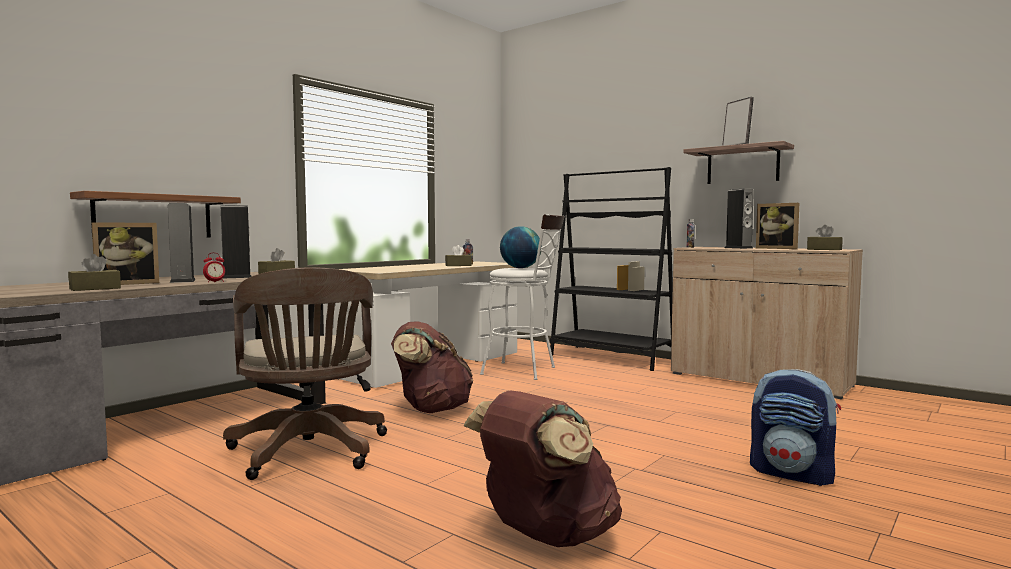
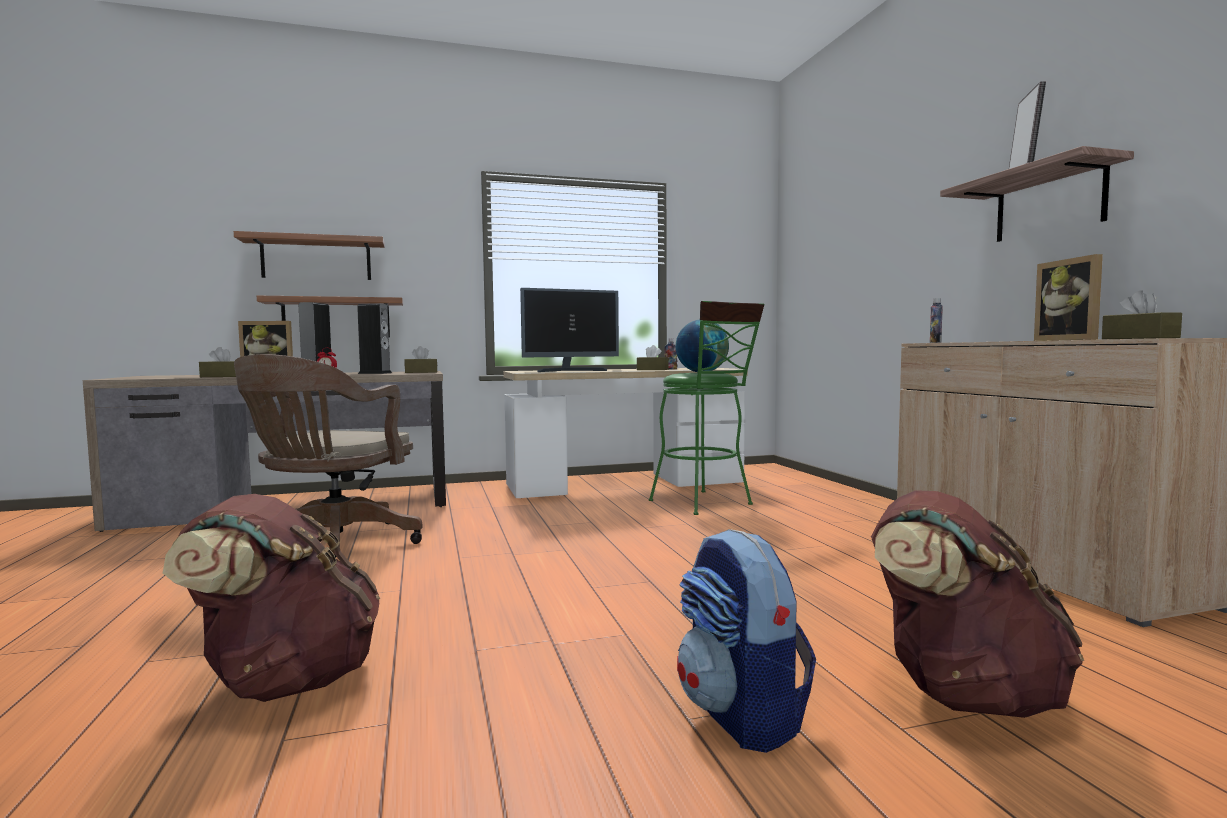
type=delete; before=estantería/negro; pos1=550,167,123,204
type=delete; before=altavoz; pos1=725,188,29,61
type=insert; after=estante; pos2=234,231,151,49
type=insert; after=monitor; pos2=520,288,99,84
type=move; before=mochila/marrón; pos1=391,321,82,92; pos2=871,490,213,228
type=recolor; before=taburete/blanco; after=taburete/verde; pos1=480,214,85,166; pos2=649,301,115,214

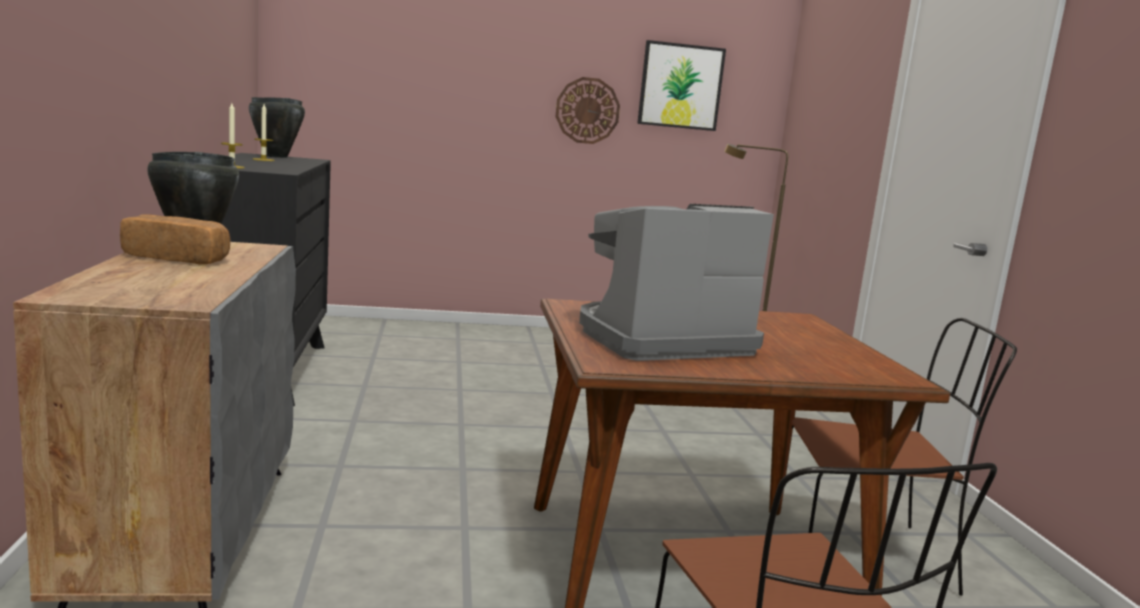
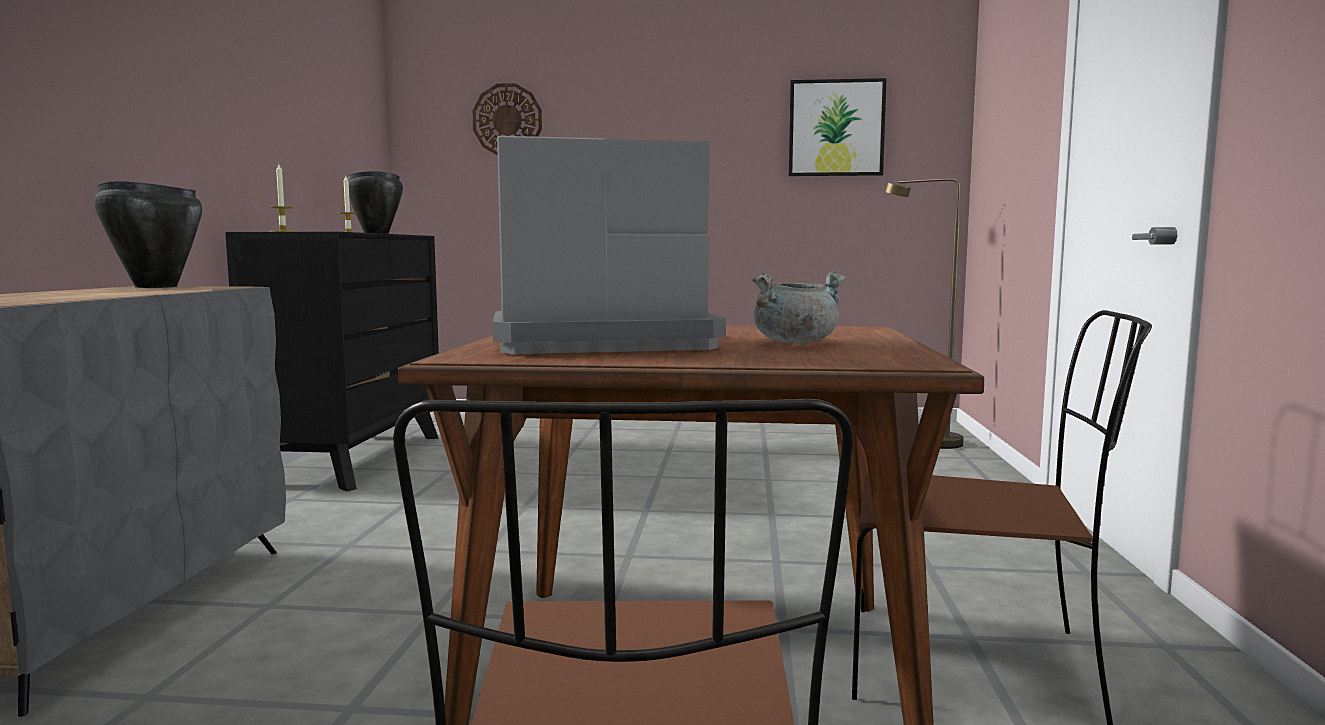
type=delete; before=pan; pos1=120,214,110,50
type=insert; after=olla/gris; pos2=753,272,92,72
type=move; before=reloj de pared; pos1=556,77,64,67; pos2=472,83,70,73

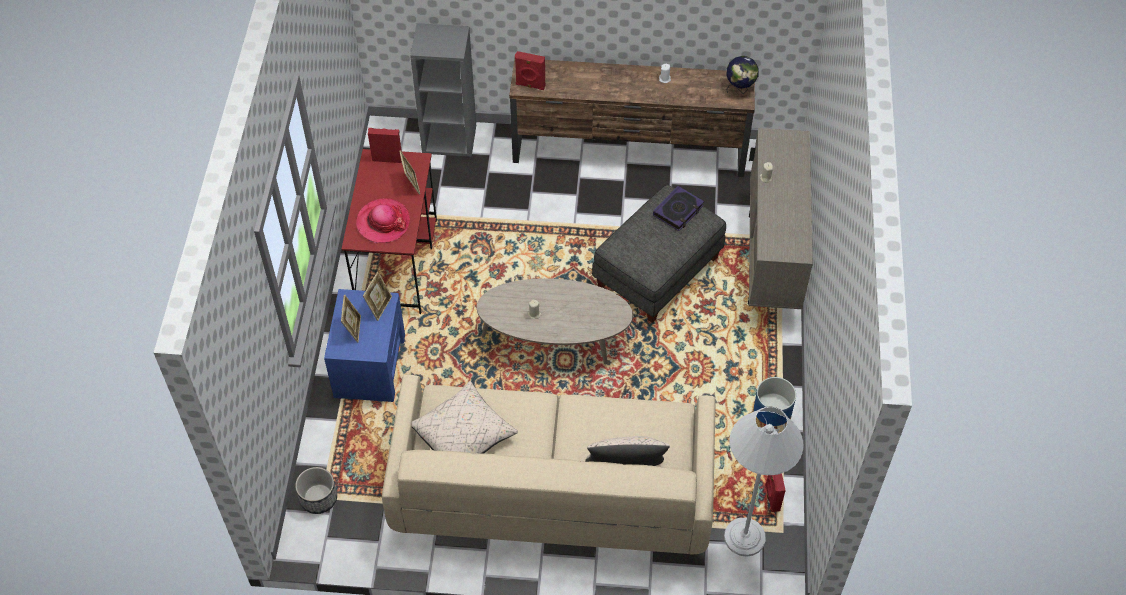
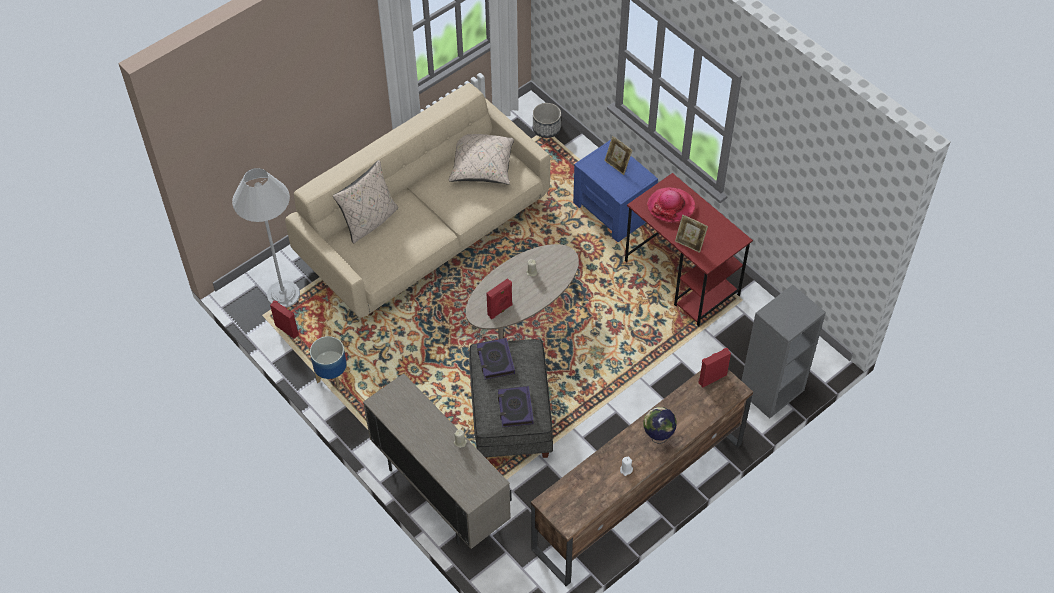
type=delete; before=portarretratos; pos1=363,272,29,49
type=insert; after=libro; pos2=477,338,38,42
type=move; before=altavoz/rojo; pos1=368,128,34,35; pos2=487,278,26,41
type=move; before=globo terráqueo; pos1=726,56,33,38; pos2=644,407,32,37

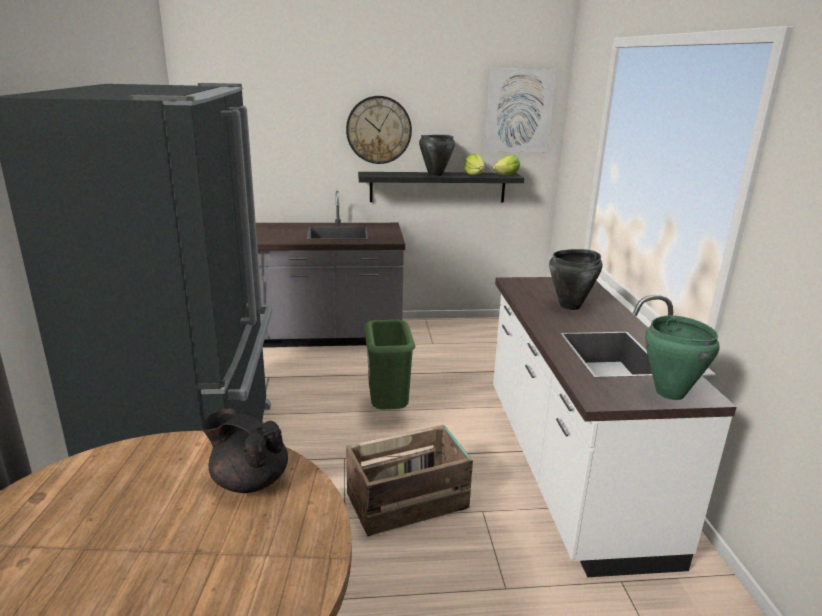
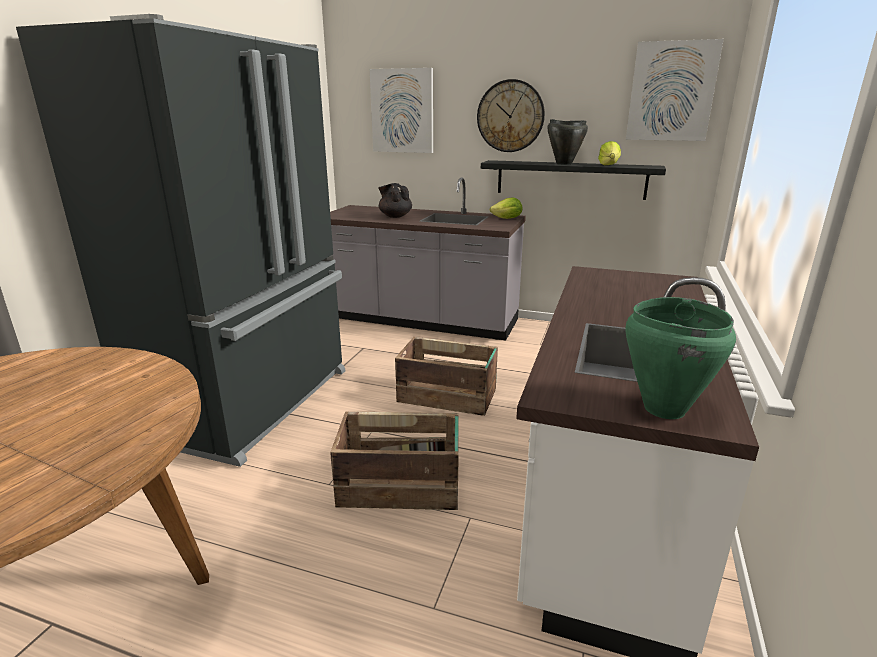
type=delete; before=olla/negro; pos1=549,249,53,61
type=insert; after=cuadro; pos2=370,68,63,85
type=move; before=tetera/negro; pos1=201,408,87,85; pos2=378,183,34,35
type=move; before=lechuga; pos1=493,155,27,21; pos2=490,197,32,22
type=replace; before=papelera/verde; after=caja de embalaje; pos1=364,320,51,89; pos2=395,337,103,79

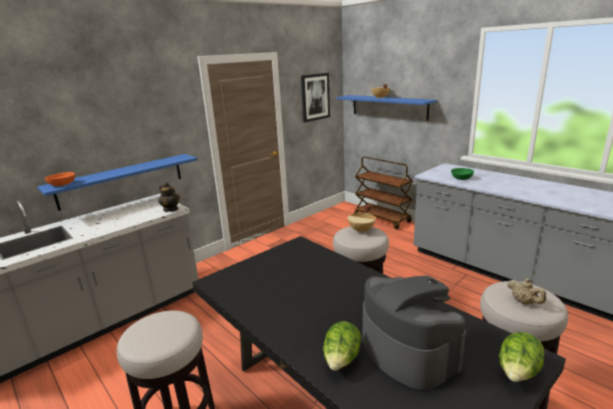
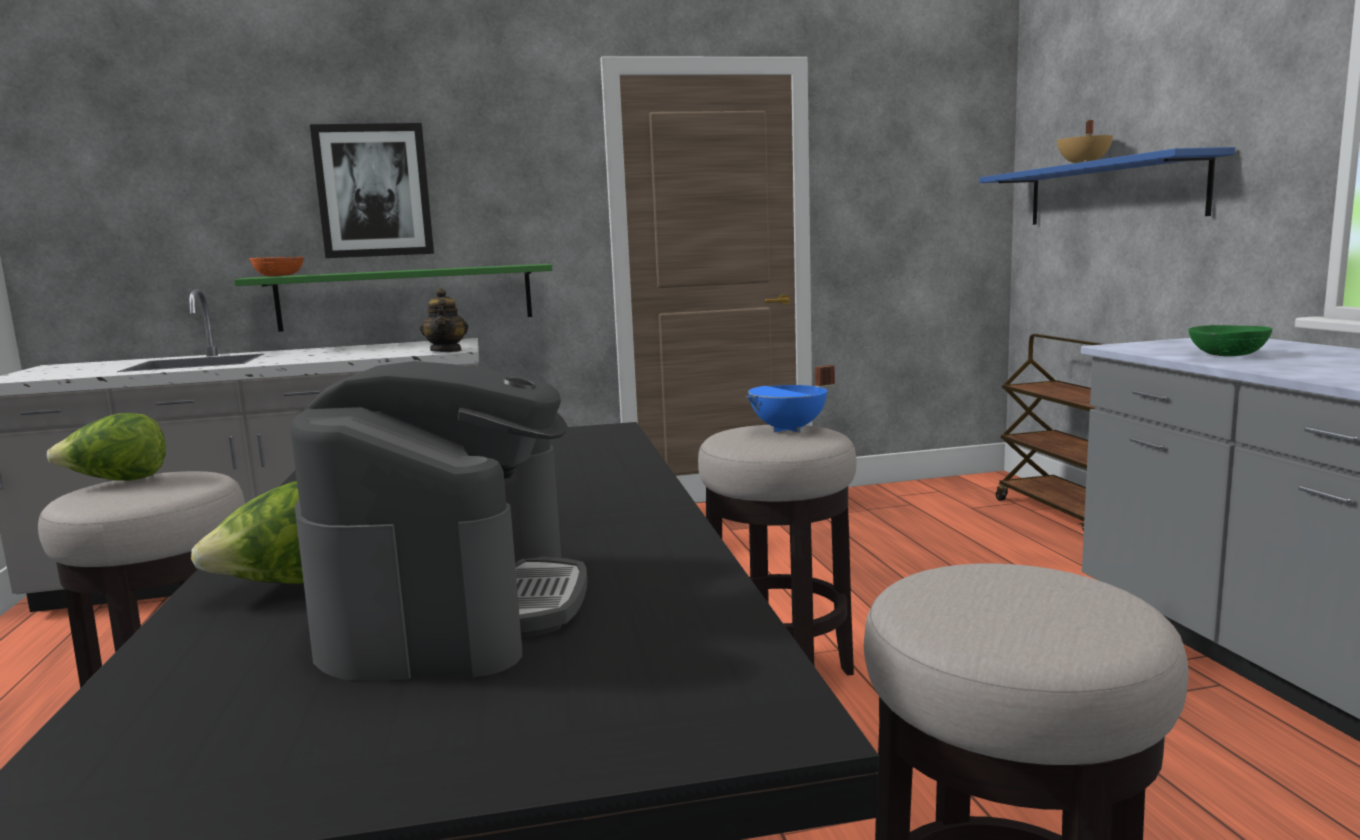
type=delete; before=tetera/beis; pos1=507,278,39,26
type=move; before=cuadro; pos1=301,73,29,49; pos2=310,123,124,135
type=move; before=lechuga; pos1=499,332,45,50; pos2=47,413,119,68
type=recolor; before=estante/azul; after=estante/verde; pos1=37,154,161,57; pos2=234,264,318,68
type=recolor; before=olla/beis; after=olla/azul; pos1=348,204,28,29; pos2=746,365,89,68

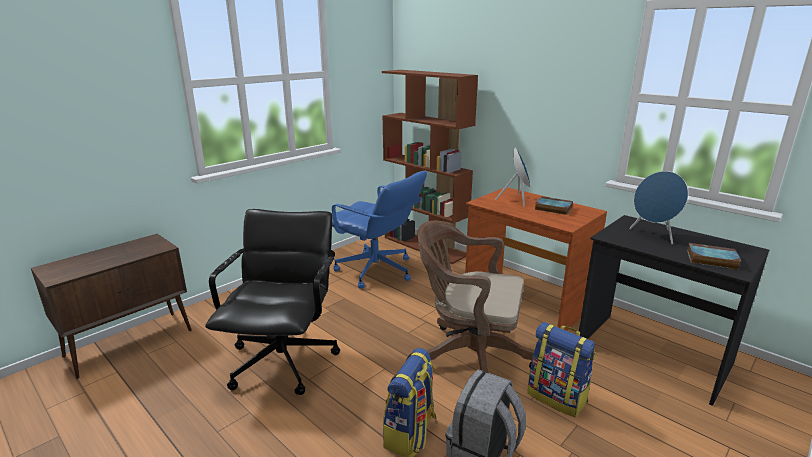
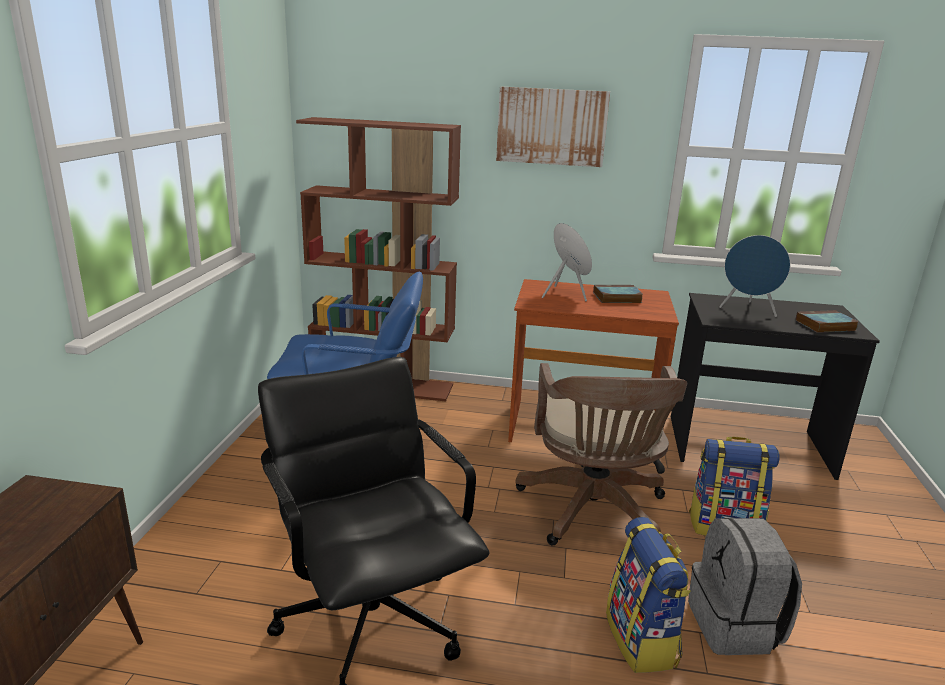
type=insert; after=cuadro; pos2=496,87,114,80
type=rotate; before=silla de oficina/marrón; pos1=417,221,118,151; pos2=515,363,172,182; turn=-75

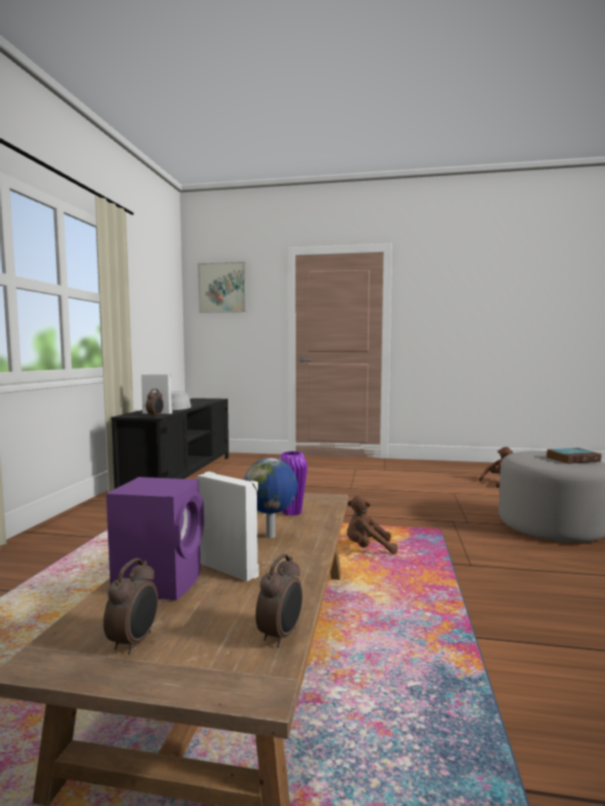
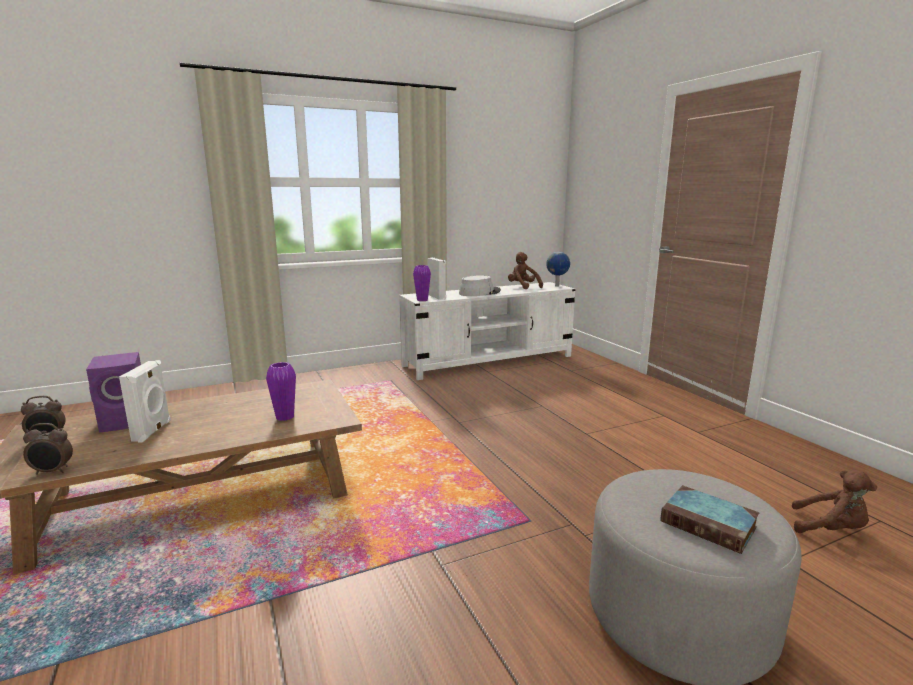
type=delete; before=cuadro; pos1=198,262,48,51
type=move; before=globo terráqueo; pos1=244,458,54,80; pos2=546,252,24,35
type=move; before=peluche/marrón; pos1=347,495,51,59; pos2=508,252,35,37
type=replace; before=despertador; after=florero/morado; pos1=146,389,17,28; pos2=413,265,18,36
type=recolor; before=mueble de televisión/negro; after=mueble de televisión/blanco; pos1=111,398,118,91; pos2=399,282,176,98

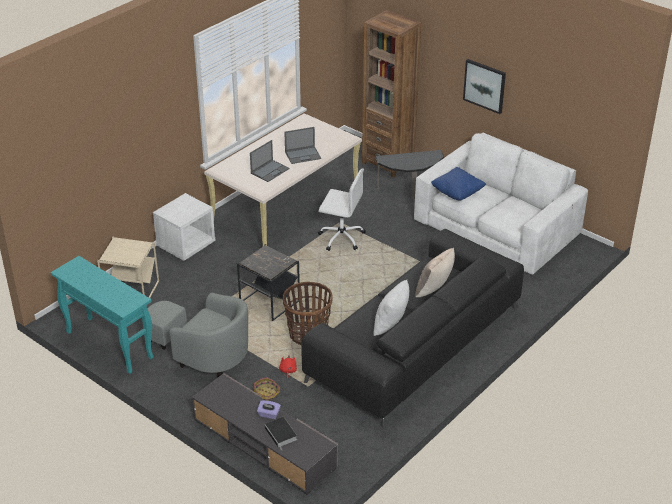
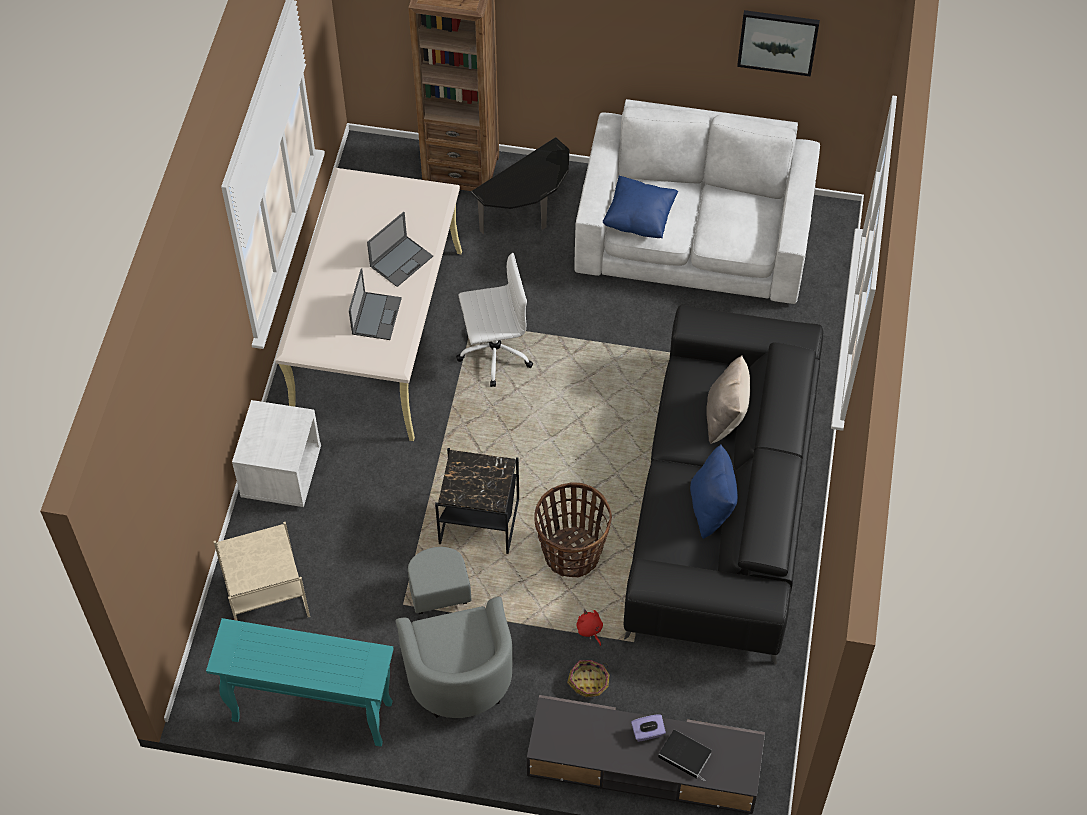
type=move; before=cuadro; pos1=463,59,43,55; pos2=737,10,83,67
type=recolor; before=cojín/blanco; after=cojín/azul; pos1=373,280,36,56; pos2=690,444,48,95
type=rotate; before=sillón/gris; pos1=147,293,101,84; pos2=395,547,117,171; turn=75

